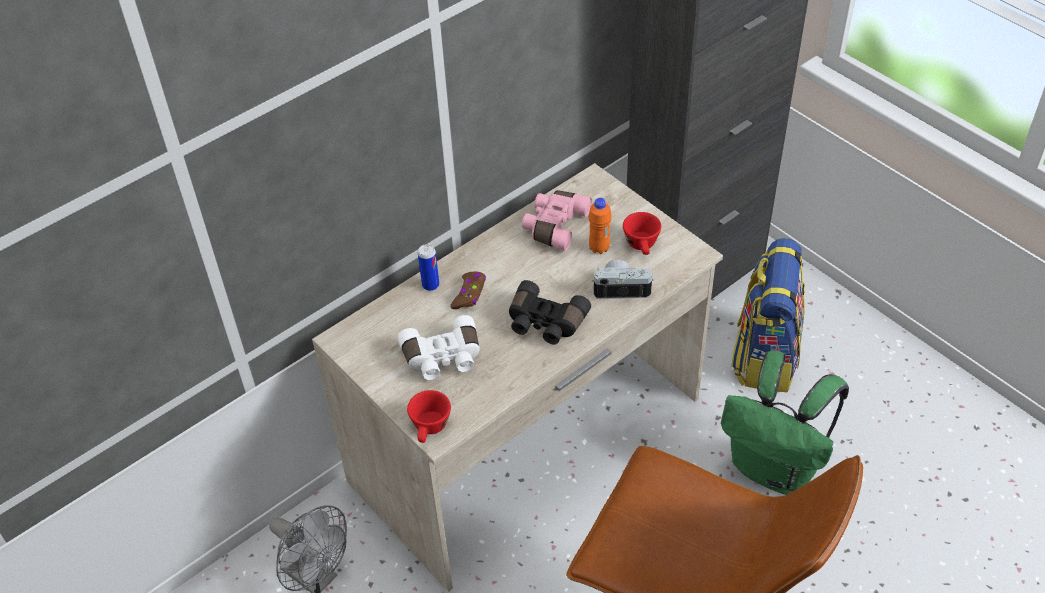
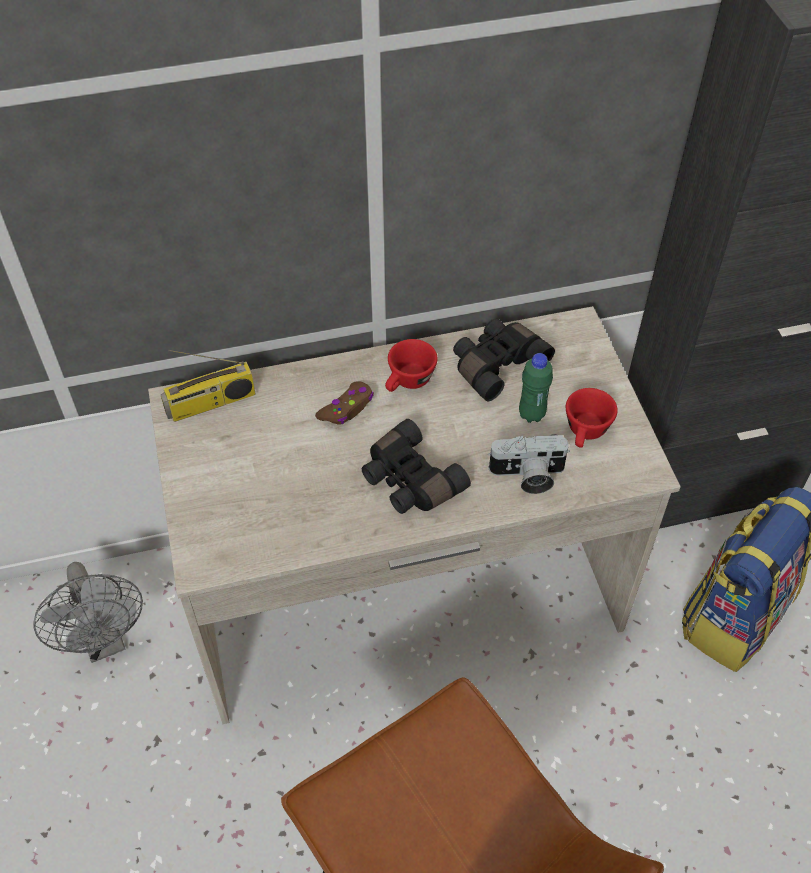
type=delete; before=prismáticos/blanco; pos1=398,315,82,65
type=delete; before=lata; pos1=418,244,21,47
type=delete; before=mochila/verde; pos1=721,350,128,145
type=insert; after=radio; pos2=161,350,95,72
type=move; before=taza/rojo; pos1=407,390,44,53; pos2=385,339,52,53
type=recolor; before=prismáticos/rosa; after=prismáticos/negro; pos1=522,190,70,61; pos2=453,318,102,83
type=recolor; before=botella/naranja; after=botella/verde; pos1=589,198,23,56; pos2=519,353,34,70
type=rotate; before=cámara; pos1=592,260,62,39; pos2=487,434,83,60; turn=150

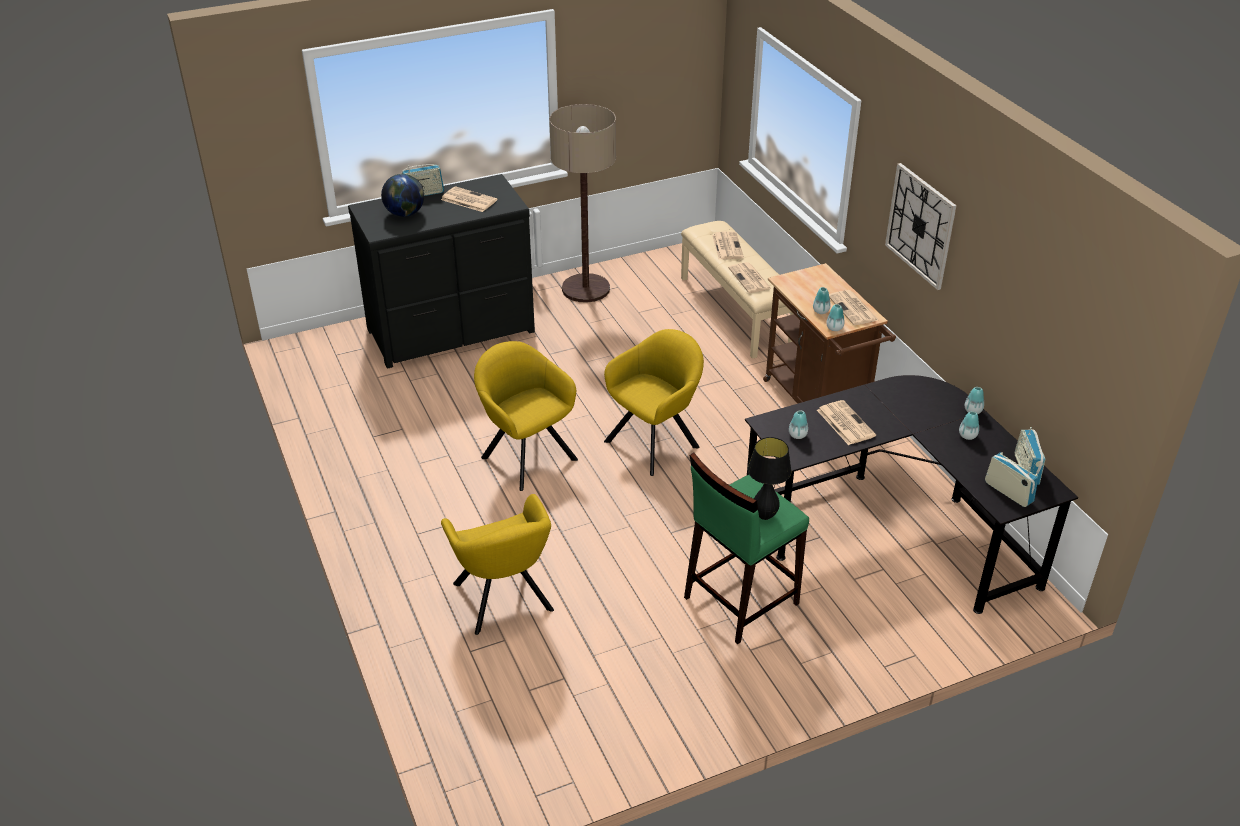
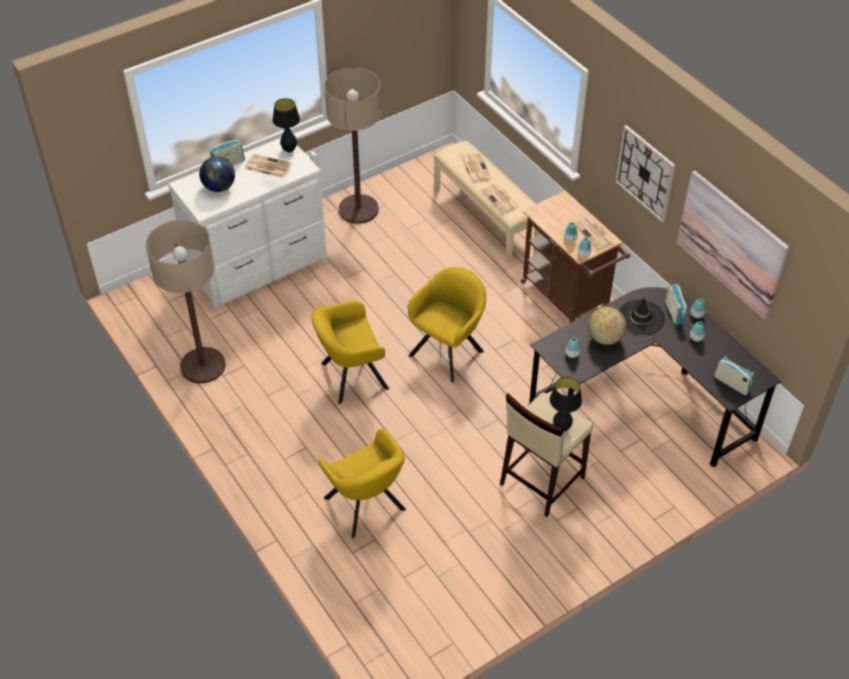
type=insert; after=lámpara de pie; pos2=146,220,80,164
type=insert; after=lámpara de mesa/negro; pos2=273,98,27,54
type=insert; after=sombrero/negro; pos2=619,297,46,37
type=insert; after=cuadro; pos2=677,171,112,149
type=move; before=radio; pos1=1015,427,30,58; pos2=665,284,22,41
type=replace; before=periódico; after=globo terráqueo; pos1=817,400,59,45; pos2=588,307,38,38
type=recolor; before=cómoda/negro; after=cómoda/blanco; pos1=348,174,187,195; pos2=168,138,159,171
type=recolor; before=taburete/verde; after=taburete/beis; pos1=684,453,125,191; pos2=500,392,93,125
type=rotate; before=sillón/amarillo; pos1=474,341,104,150; pos2=312,301,77,103; turn=-60

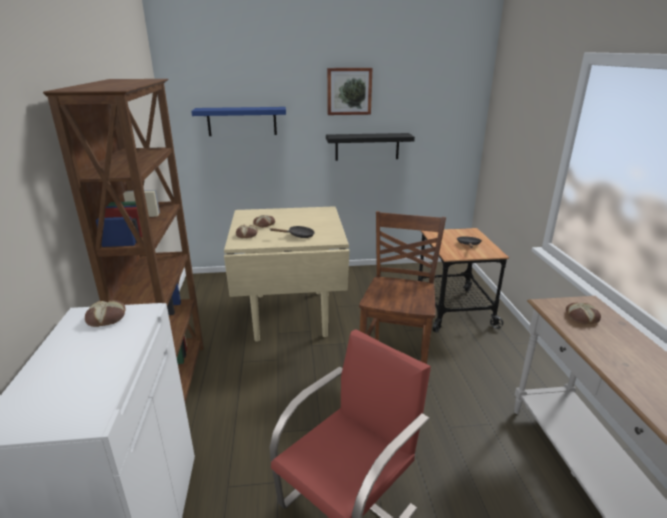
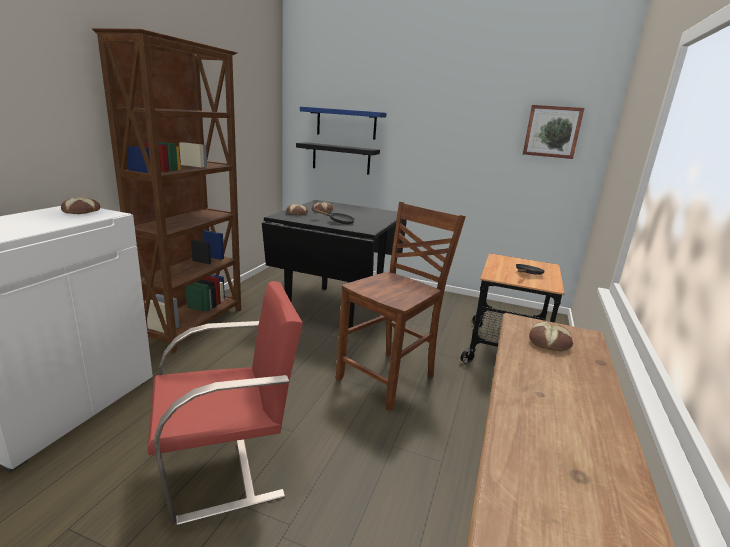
type=move; before=estante/negro; pos1=326,133,89,28; pos2=296,142,84,33
type=move; before=cuadro; pos1=327,68,45,47; pos2=523,105,61,54
type=recolor; before=mesa de comedor/beis; after=mesa de comedor/negro; pos1=224,206,125,136; pos2=262,200,145,134

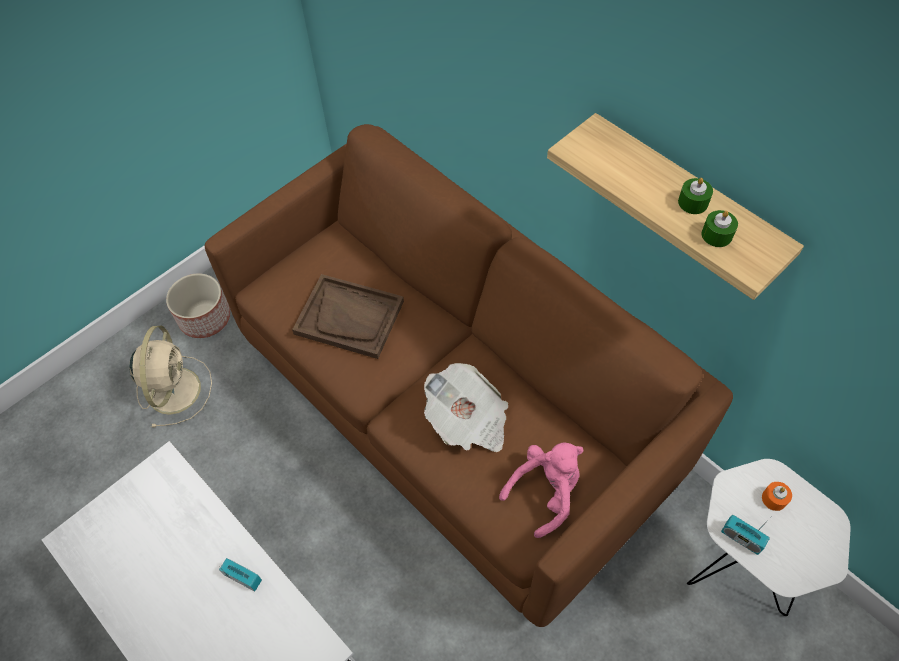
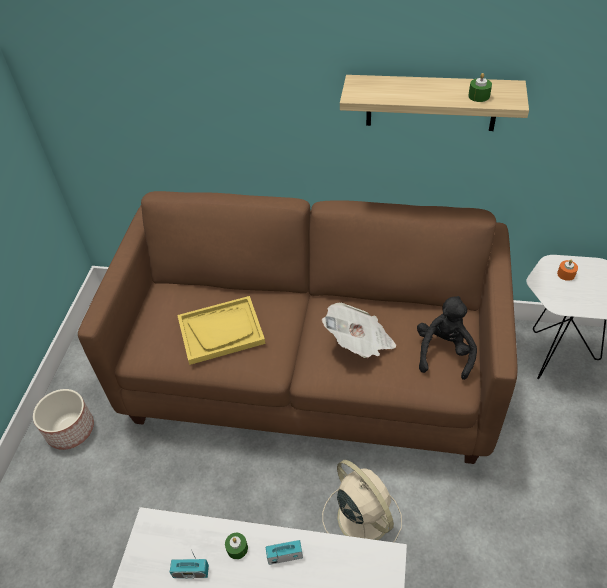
type=move; before=ventilador/beis; pos1=129,326,83,102; pos2=322,460,80,82
type=move; before=vela/verde; pos1=678,178,35,36; pos2=225,533,23,26
type=move; before=radio; pos1=721,515,51,40; pos2=170,550,39,29
type=recolor; before=bandeja/marrón; after=bandeja/amarillo; pos1=292,274,112,85; pos2=177,296,89,69
type=recolor; before=peluche/rosa; after=peluche/negro; pos1=499,443,85,95; pos2=417,296,60,84

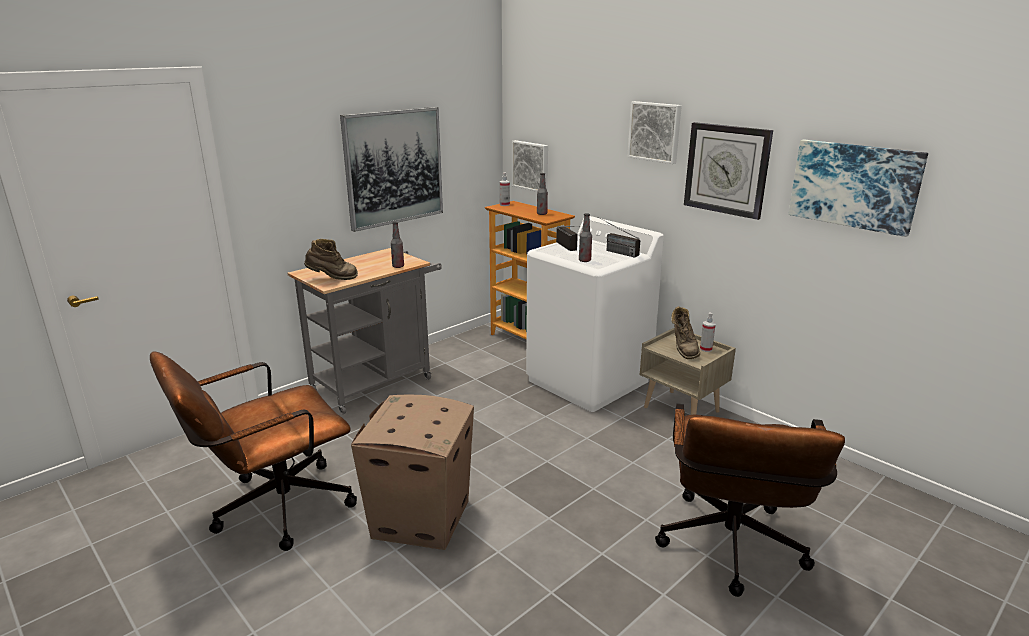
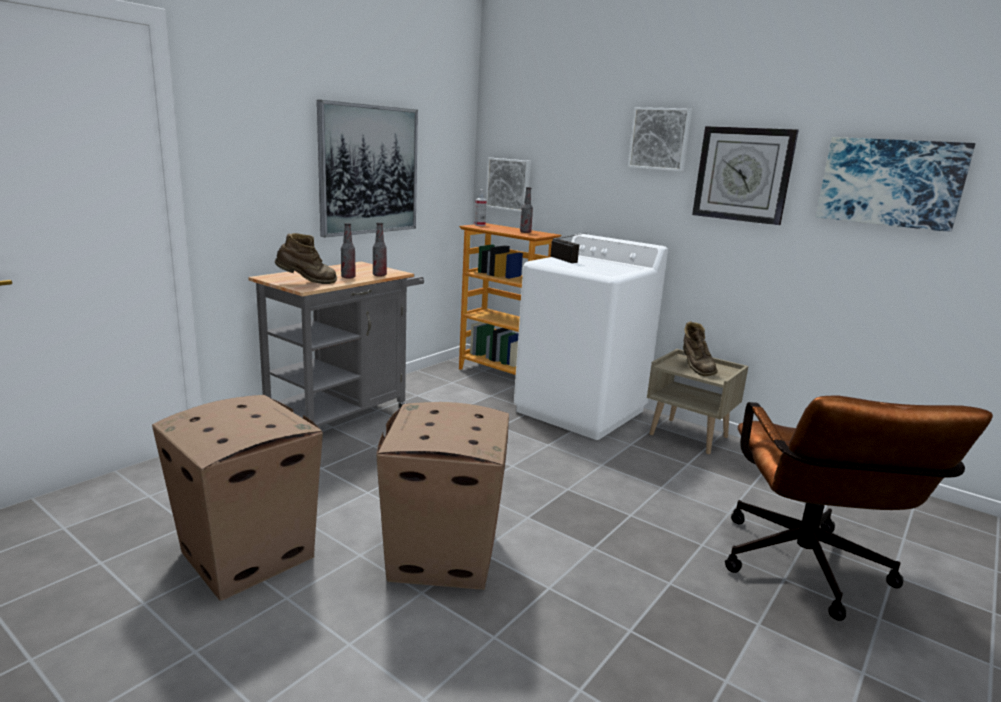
type=delete; before=radio; pos1=597,217,43,41
type=delete; before=pulverizador; pos1=700,313,16,39
type=move; before=botella; pos1=579,213,13,49; pos2=341,223,15,56
type=replace; before=silla de oficina/marrón; after=caja de cartón; pos1=150,352,207,199; pos2=152,395,171,206

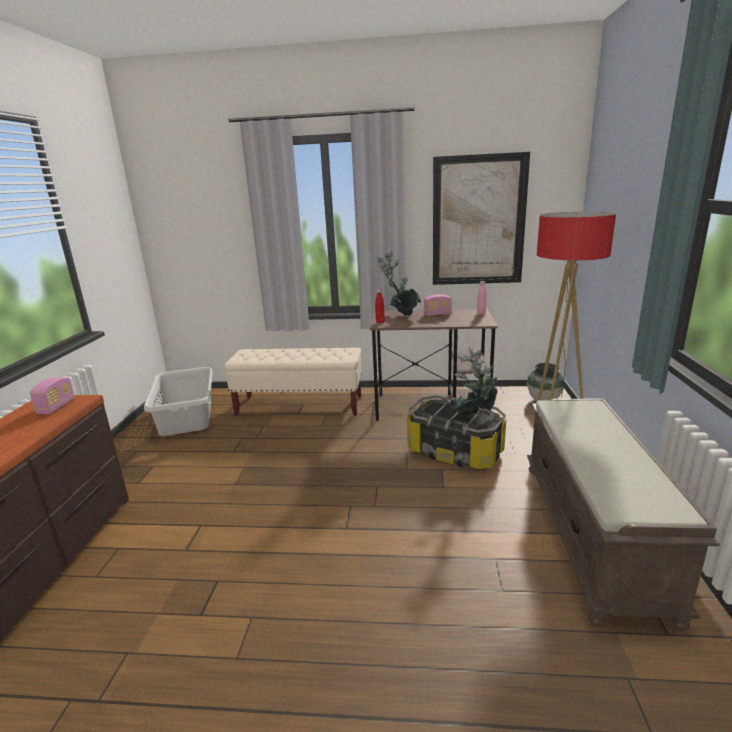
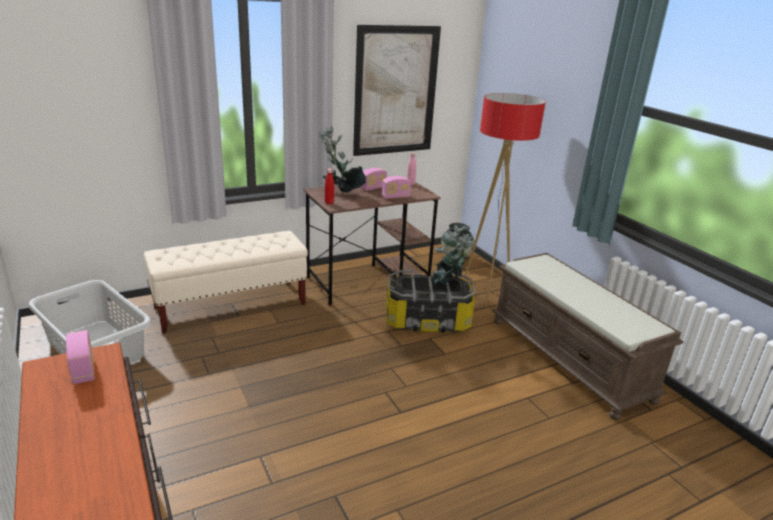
type=insert; after=radio; pos2=382,176,29,23

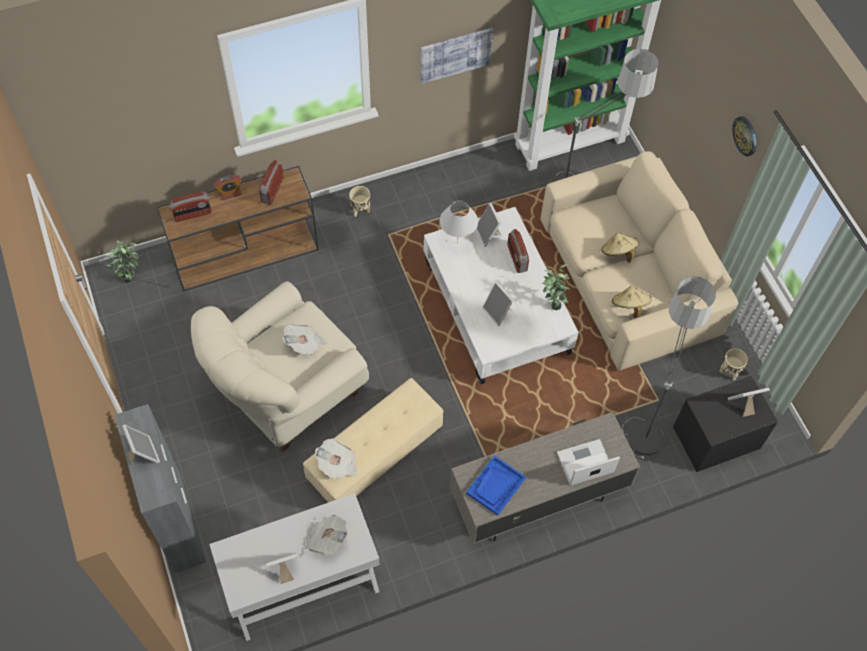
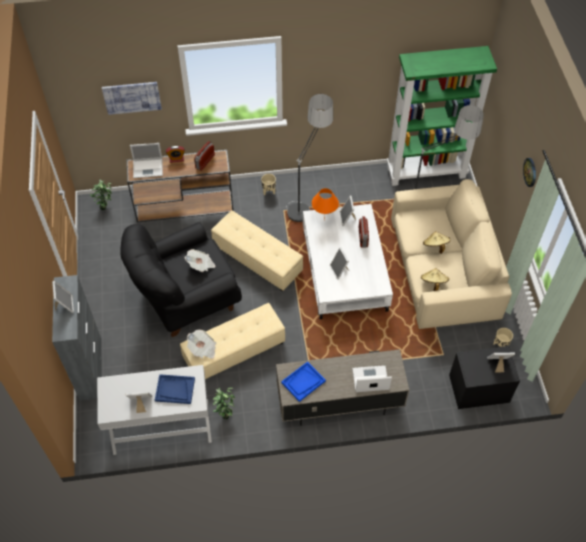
type=insert; after=puf/beis; pos2=211,210,92,81
type=move; before=cuadro; pos1=421,28,72,56; pos2=102,82,60,33
type=move; before=planta en maceta; pos1=542,264,29,46; pos2=213,387,22,32
type=move; before=lámpara de pie; pos1=622,276,94,183; pos2=287,94,46,128
type=replace; before=radio; after=portátil; pos1=169,191,43,31; pos2=130,143,33,35
type=replace; before=periódico; after=bandeja/azul; pos1=305,515,43,41; pos2=155,374,40,30
type=recolor; before=sillón/beis; after=sillón/negro; pos1=191,281,178,171; pos2=120,222,122,115
type=recolor; before=lámpara de mesa/blanco; after=lámpara de mesa/naranja; pos1=439,201,39,43; pos2=312,188,27,33

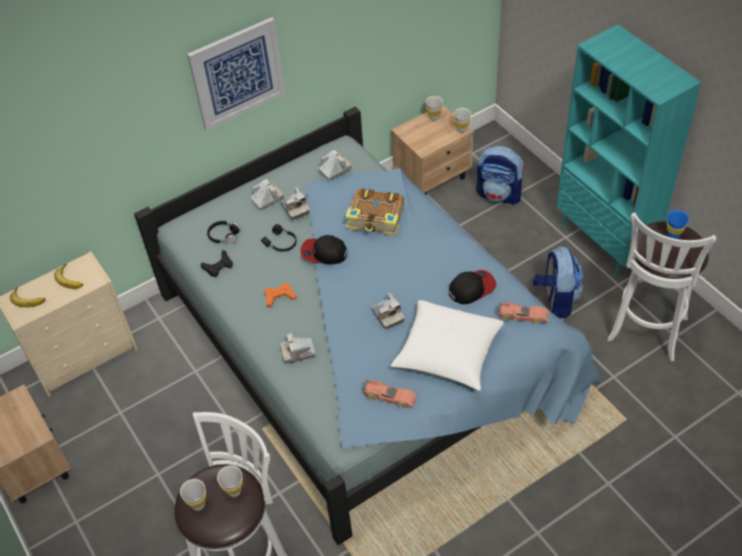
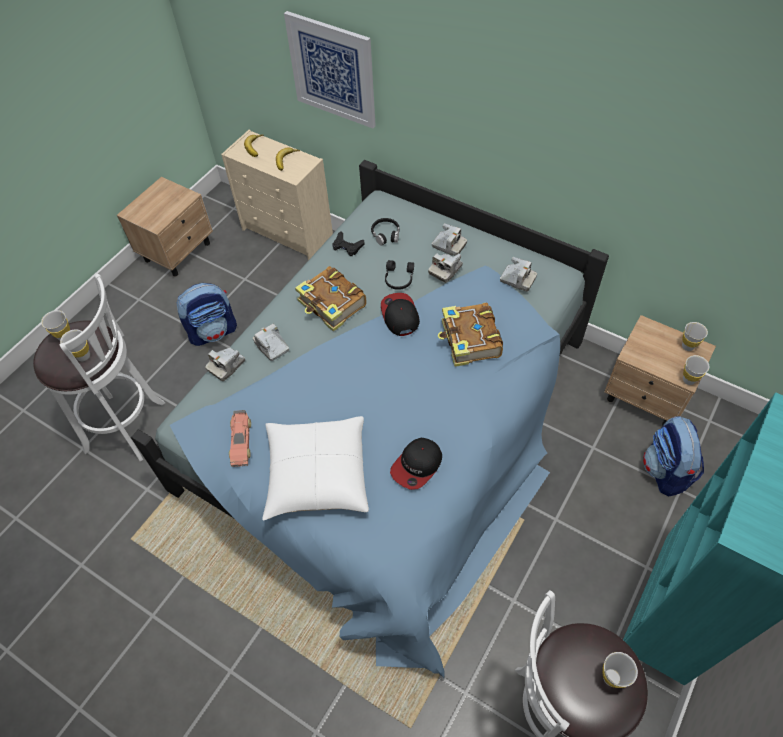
type=delete; before=coche de juguete; pos1=498,302,51,22
type=move; before=cuadro; pos1=187,17,98,114; pos2=284,11,92,117
type=move; before=cámara; pos1=371,293,34,36; pos2=205,347,40,34
type=move; before=mochila; pos1=533,247,50,72; pos2=177,283,60,63
type=replace; before=mando de consola/naranja; after=libro; pos1=265,283,32,24; pos2=295,266,71,66
type=recolor; before=taza/azul; after=taza/blanco; pos1=667,210,22,29; pos2=602,652,36,36
type=rotate; before=gorra; pos1=449,270,47,34; pos2=390,438,52,52; turn=90

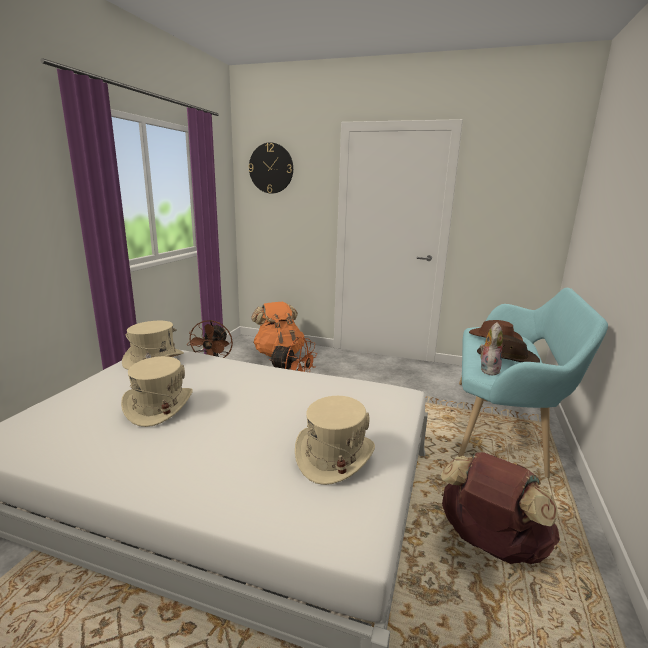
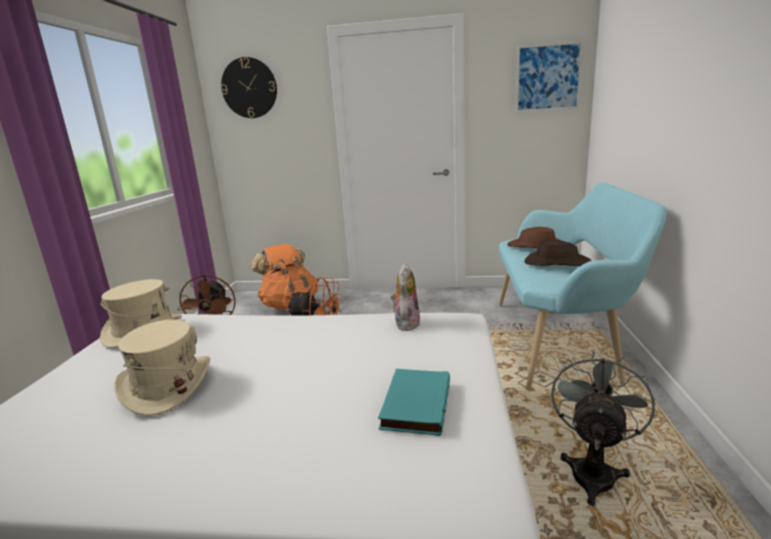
type=insert; after=cuadro; pos2=516,41,67,71
type=move; before=peluche; pos1=480,322,23,53; pos2=391,264,29,67
type=replace; before=sombrero/beis; after=libro/turquesa; pos1=295,396,80,89; pos2=378,369,72,67
type=replace; before=mochila/marrón; after=ventilador/gris; pos1=440,452,120,112; pos2=551,350,104,156

